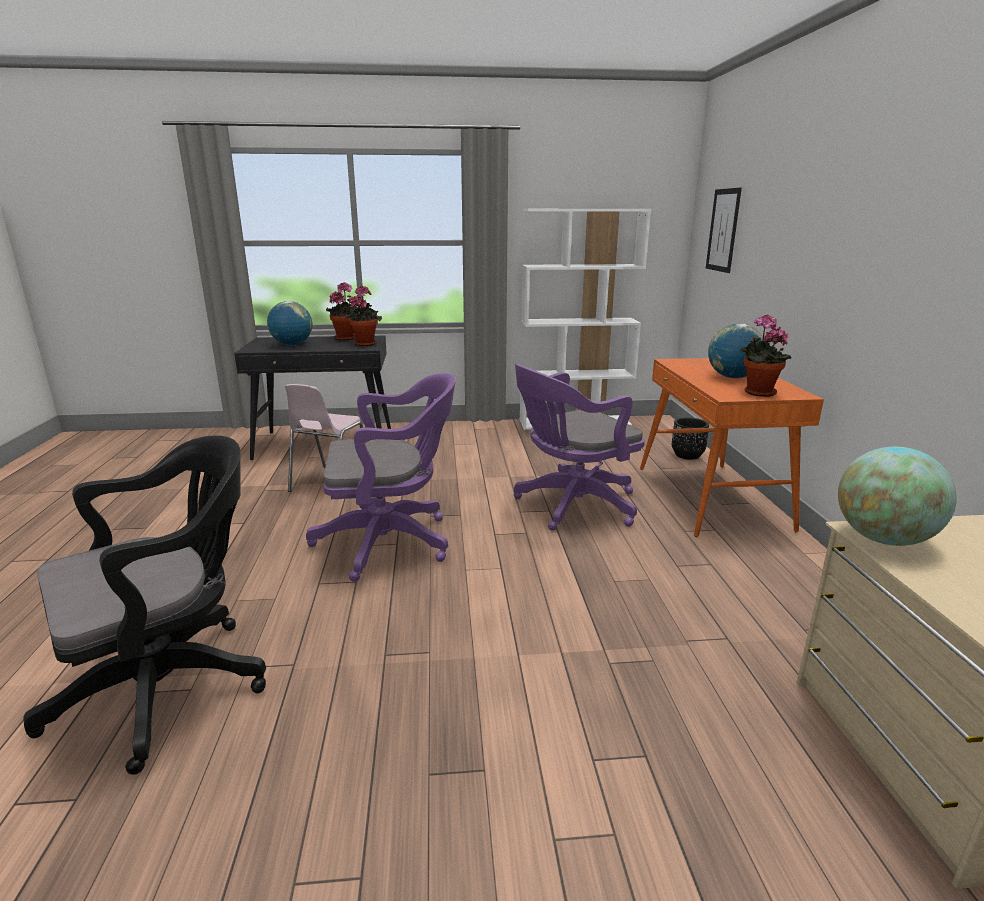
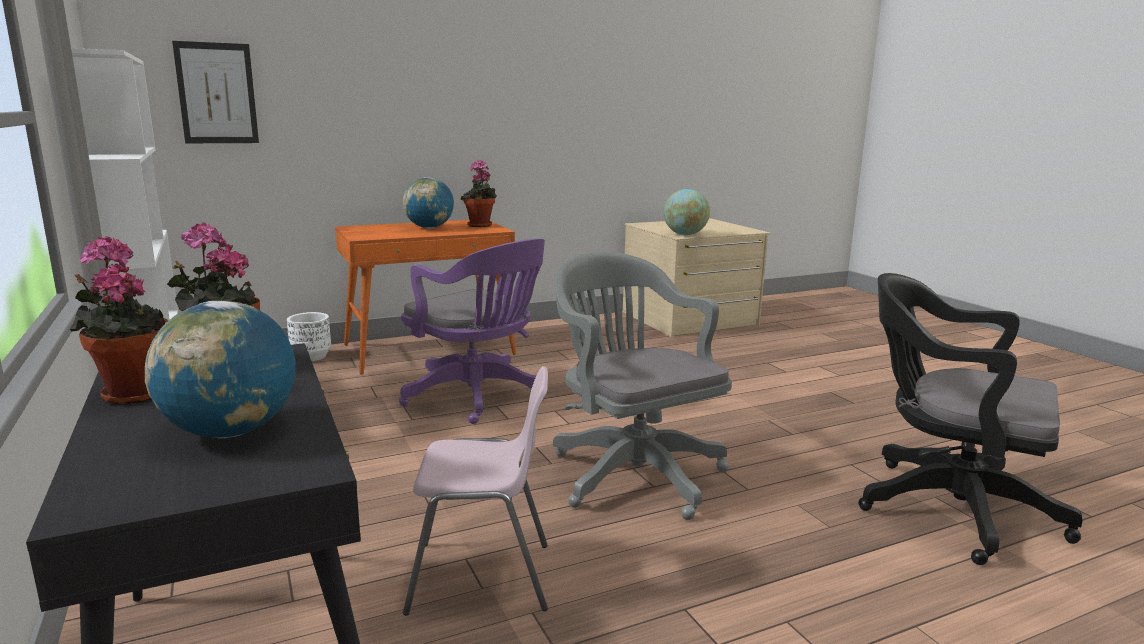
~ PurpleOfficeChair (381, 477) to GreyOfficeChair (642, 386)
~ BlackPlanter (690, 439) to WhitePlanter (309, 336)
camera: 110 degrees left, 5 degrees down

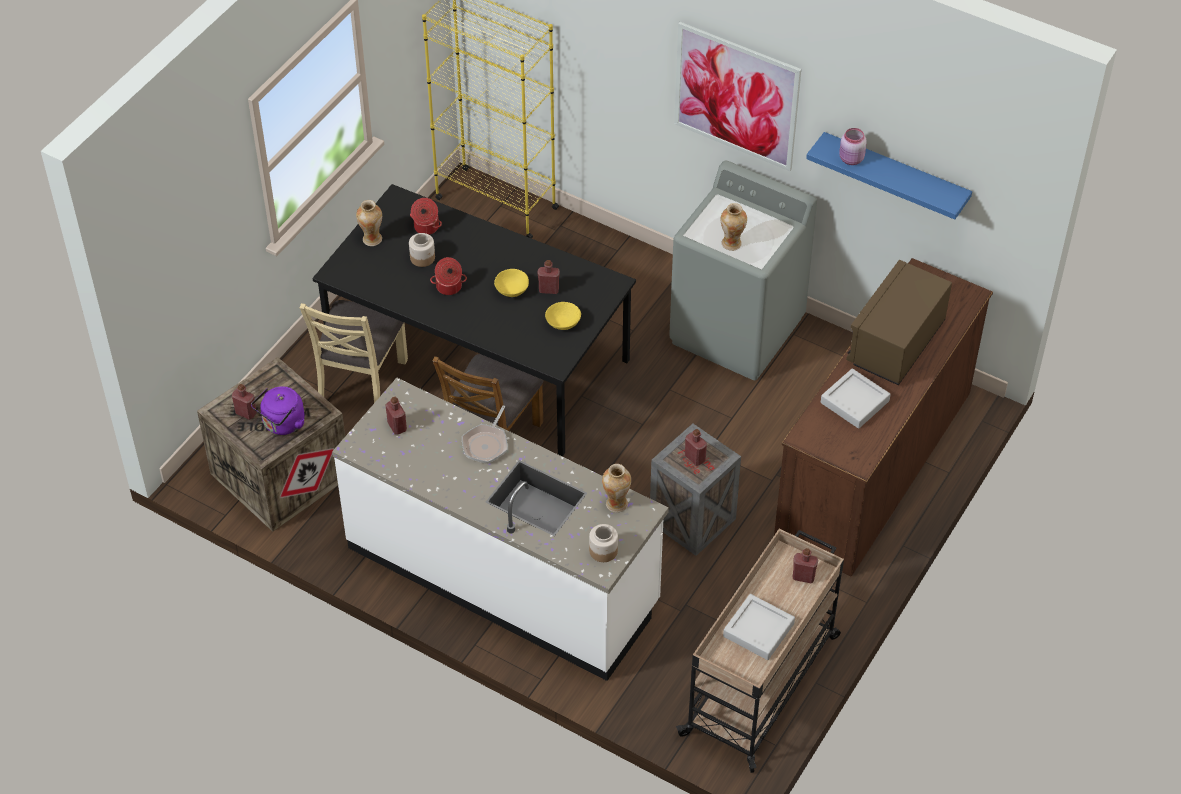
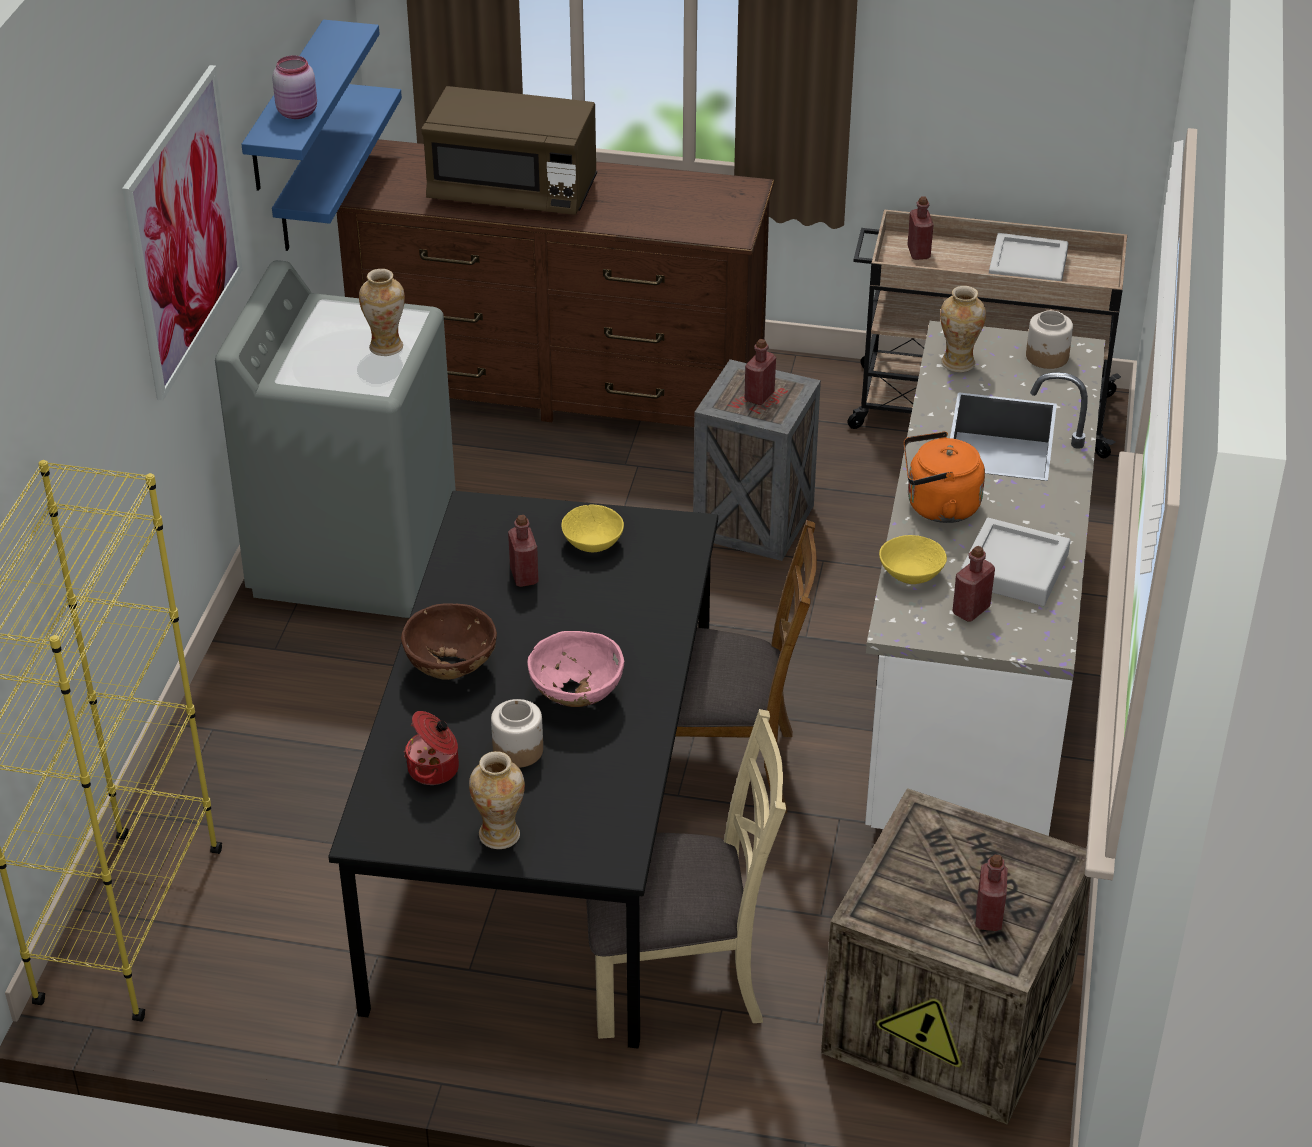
- PurpleKettle (278, 410)
~ CookingPot (448, 276) to PinkBowl (576, 669)
~ FryingPan (485, 434) to OrangeKettle (944, 477)
~ YellowBowl (511, 283) to (913, 559)
~ GreyTray (856, 398) to (1015, 562)
+ BlueShelf (337, 167)
+ BrownBowl (449, 641)
camera: 110 degrees left, 10 degrees down

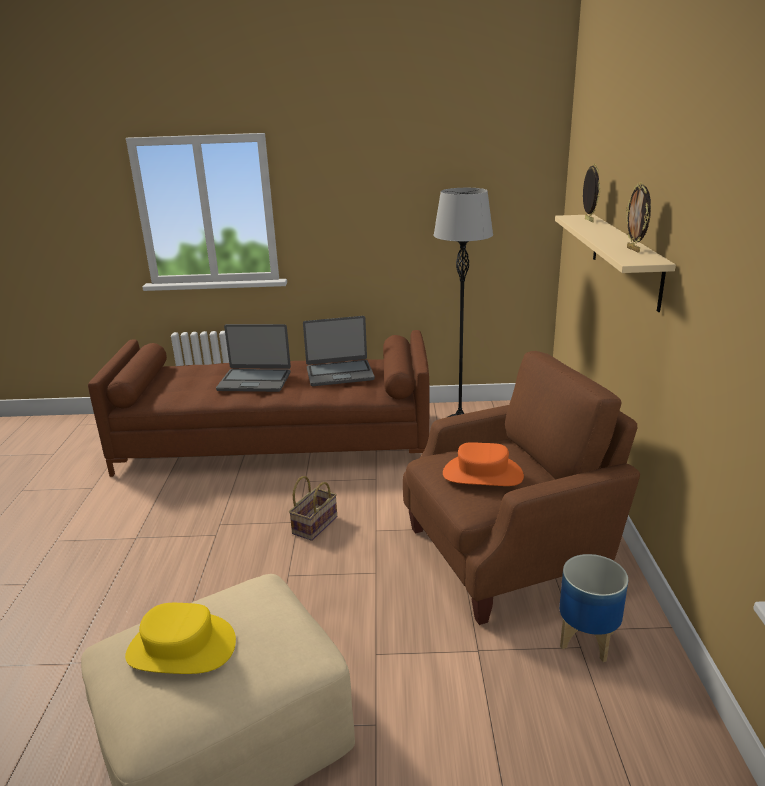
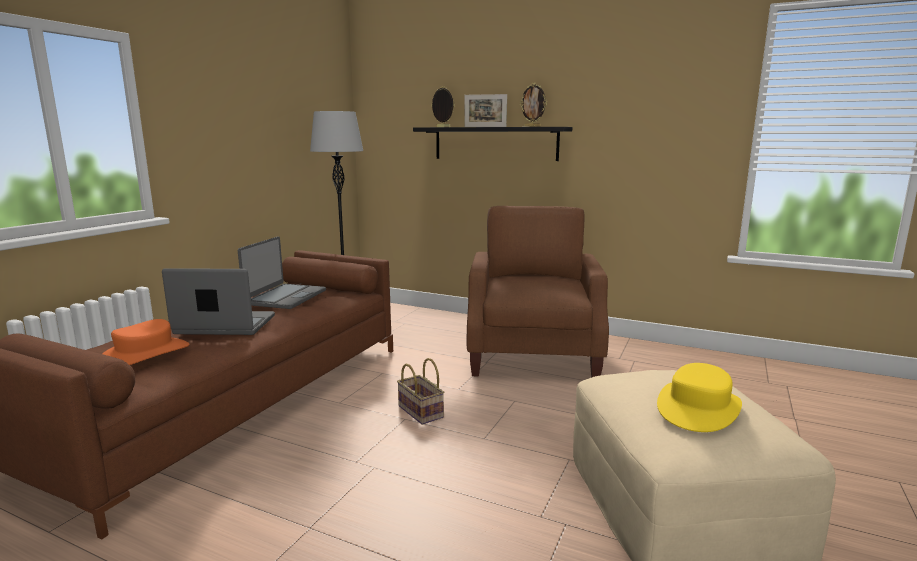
~ Laptop (253, 358) = (218, 301) 120 degrees counterclockwise
~ OrangeHat (483, 464) to (145, 342)
~ BeigeShelf (615, 263) to BlackShelf (493, 144)
- Planter (593, 608)
+ PictureFrame (485, 110)
camera: 65 degrees left, 10 degrees down

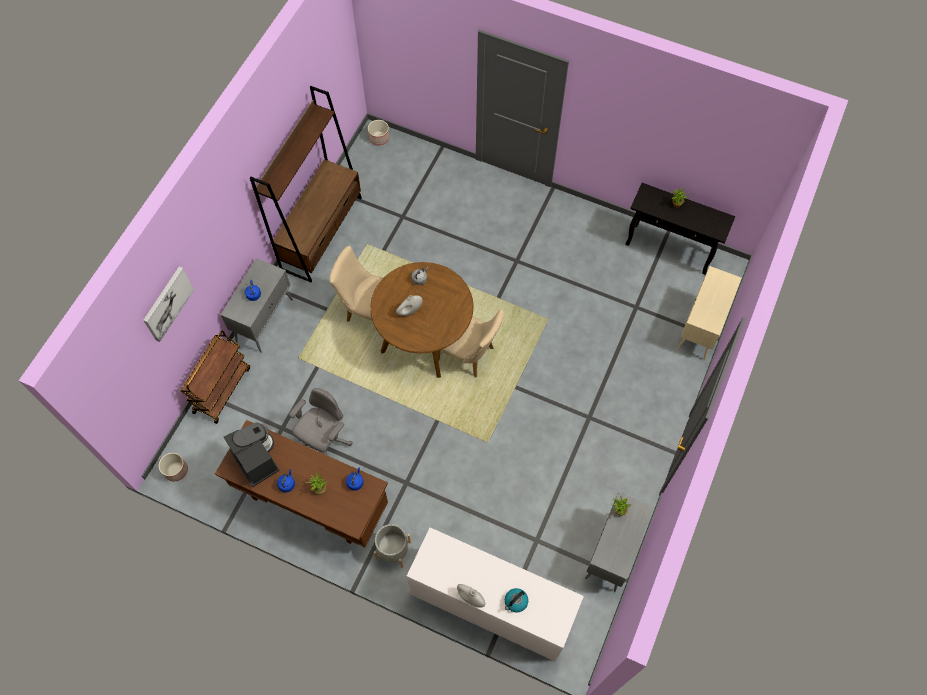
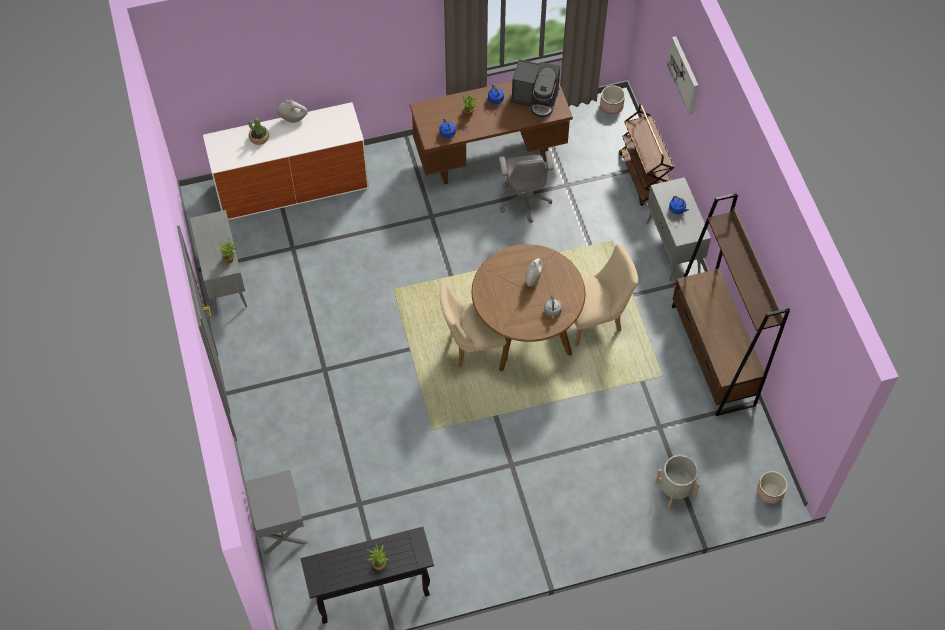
~ GreyPlanter (392, 546) to (677, 481)
~ Kettle (516, 600) to PottedPlant (258, 131)
~ BeigeCabinet (709, 313) to GreyNightstand (276, 512)
camera: 140 degrees right, 5 degrees down

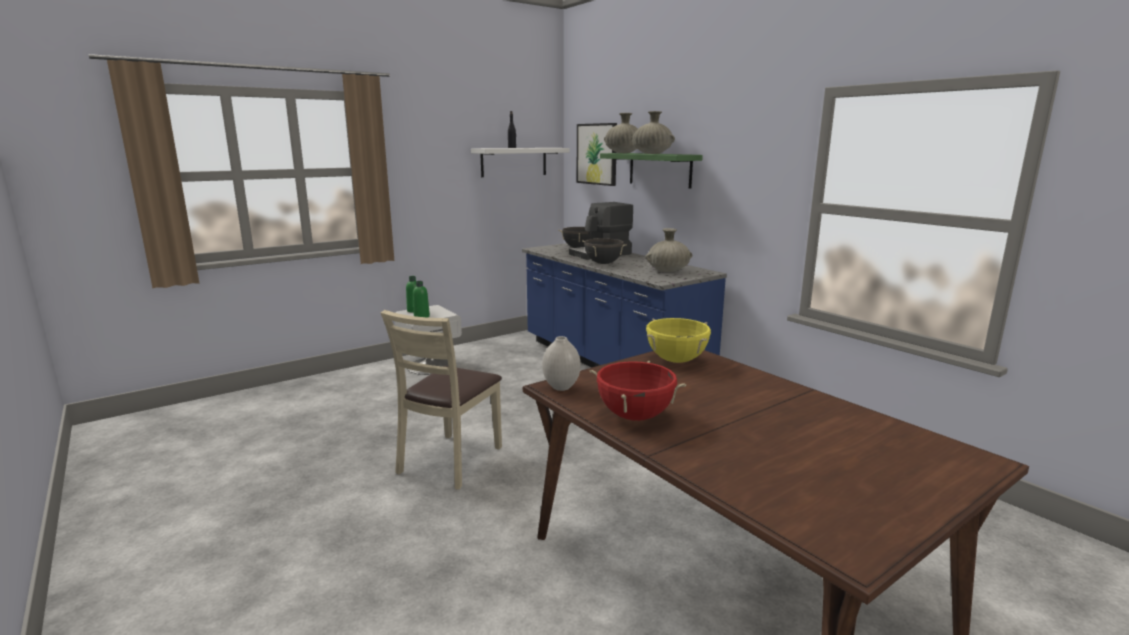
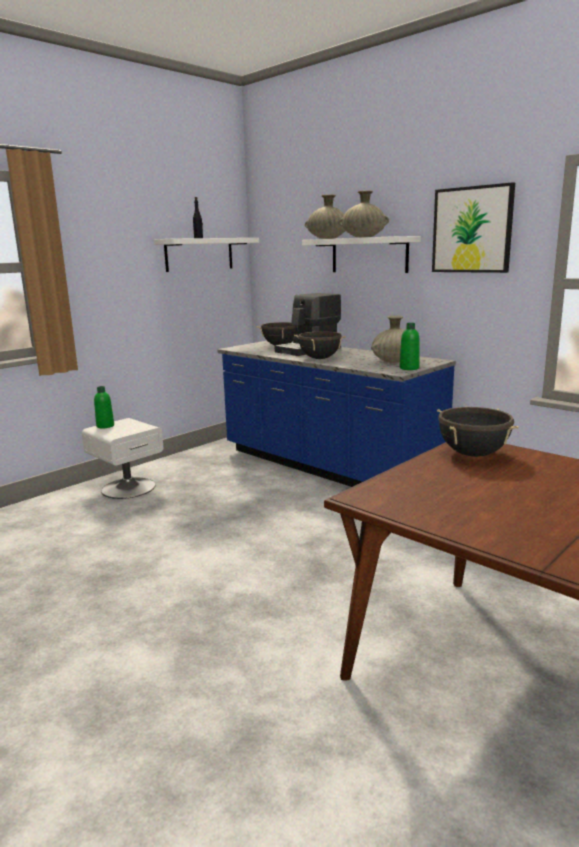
- BeigeChair (441, 400)
~ GreenBottle (421, 299) to (409, 346)
- WhiteVase (561, 363)
~ Picture (596, 154) to (473, 227)
- RedCookingPot (638, 391)
~ GreenShelf (651, 171) to WhiteShelf (361, 254)
~ YellowCookingPot (678, 340) to BlackCookingPot (478, 432)
camera: 10 degrees left, 0 degrees up

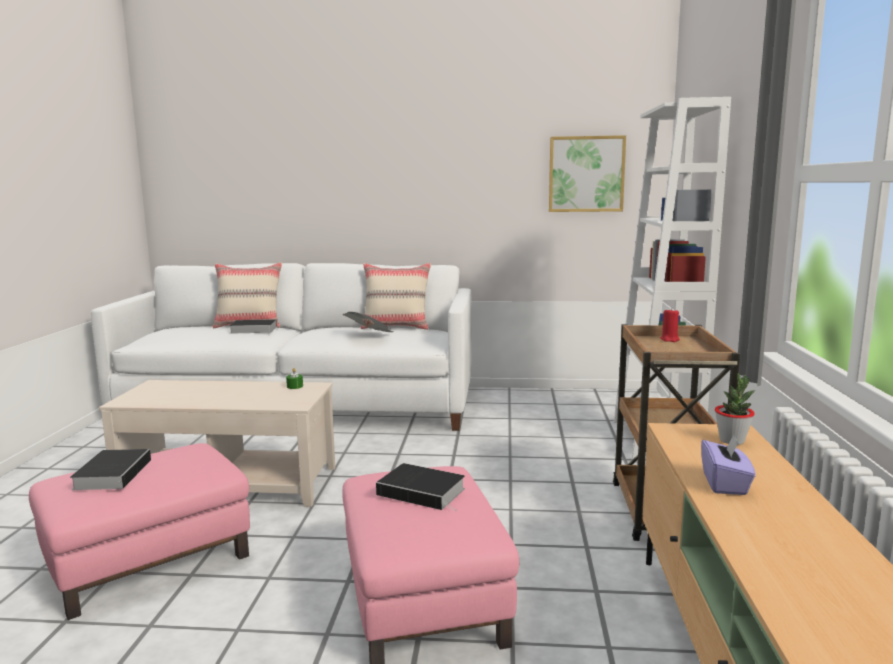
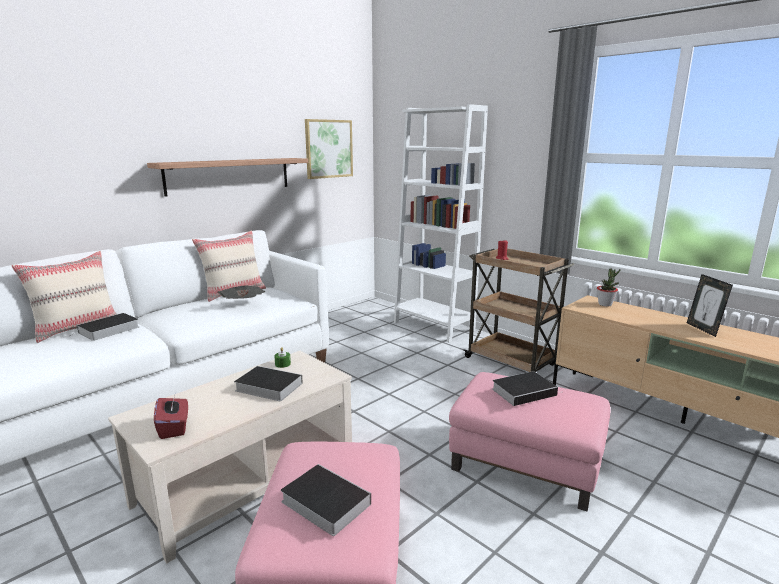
- PurpleTissueBox (728, 465)
+ Shelf (227, 177)
+ RedTissueBox (171, 417)
+ Book (268, 383)
+ PictureFrame (710, 305)
camera: 50 degrees left, 5 degrees up

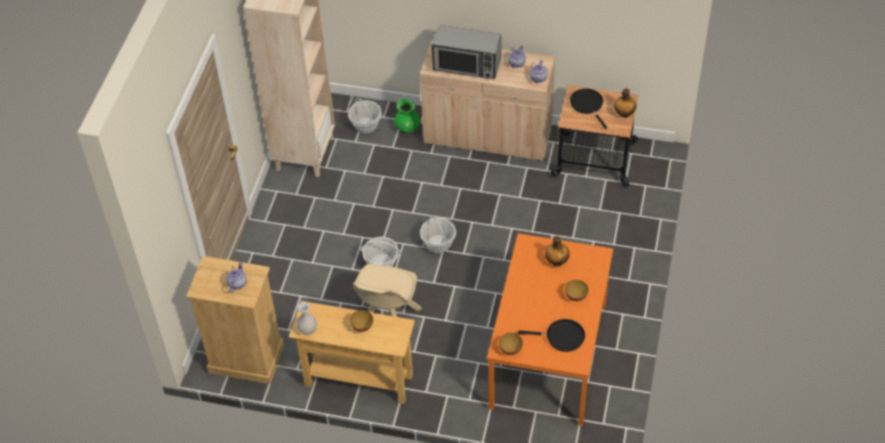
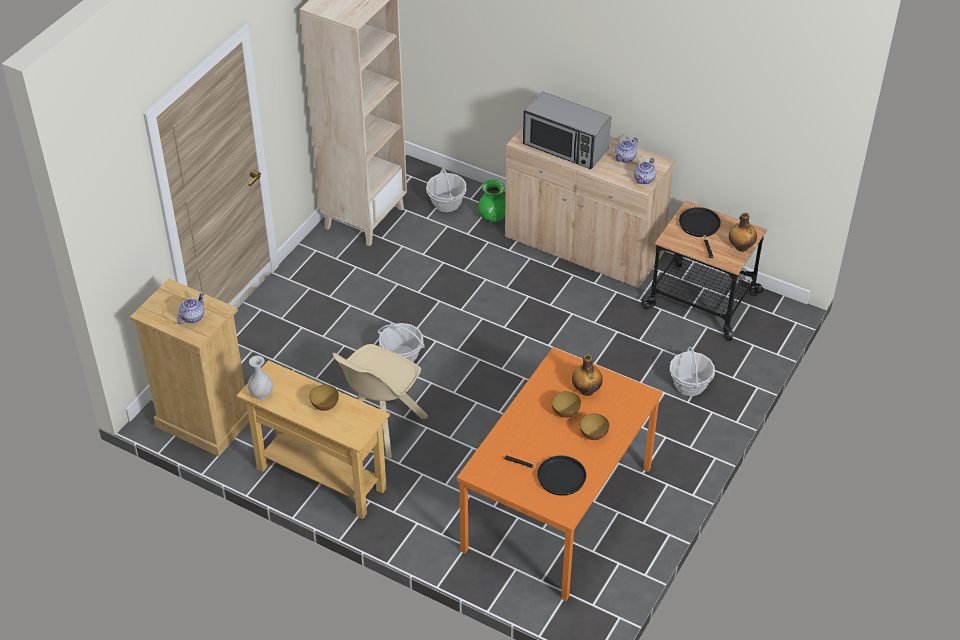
~ Basket (438, 234) to (692, 371)
~ Bowl (511, 344) to (566, 404)
camera: 15 degrees right, 5 degrees down

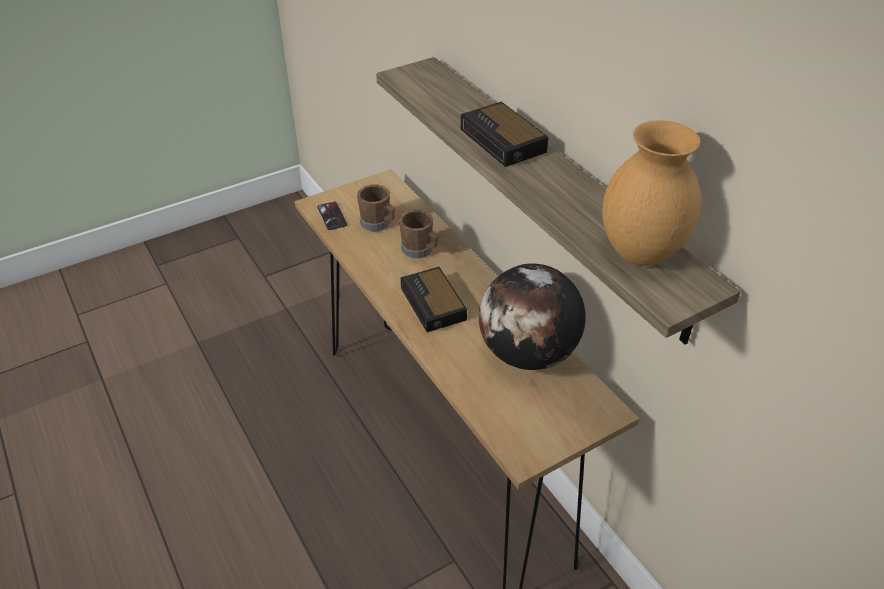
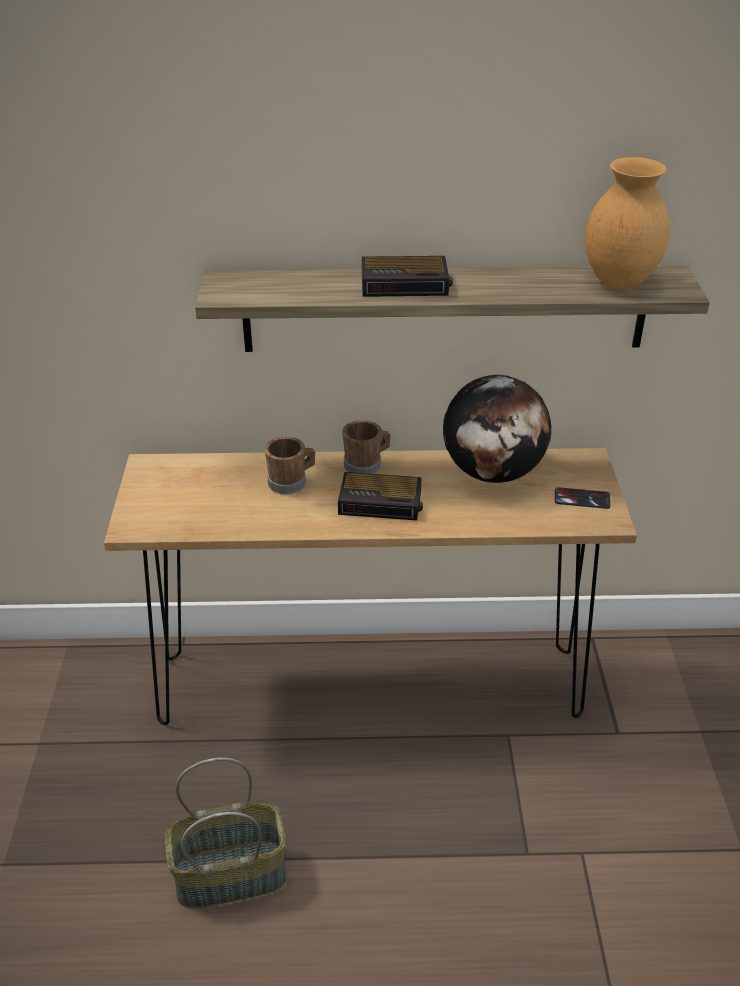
~ Phone (332, 216) to (582, 498)
~ BrownMug (376, 208) to (366, 447)
+ Basket (226, 833)
camera: 60 degrees left, 5 degrees down

